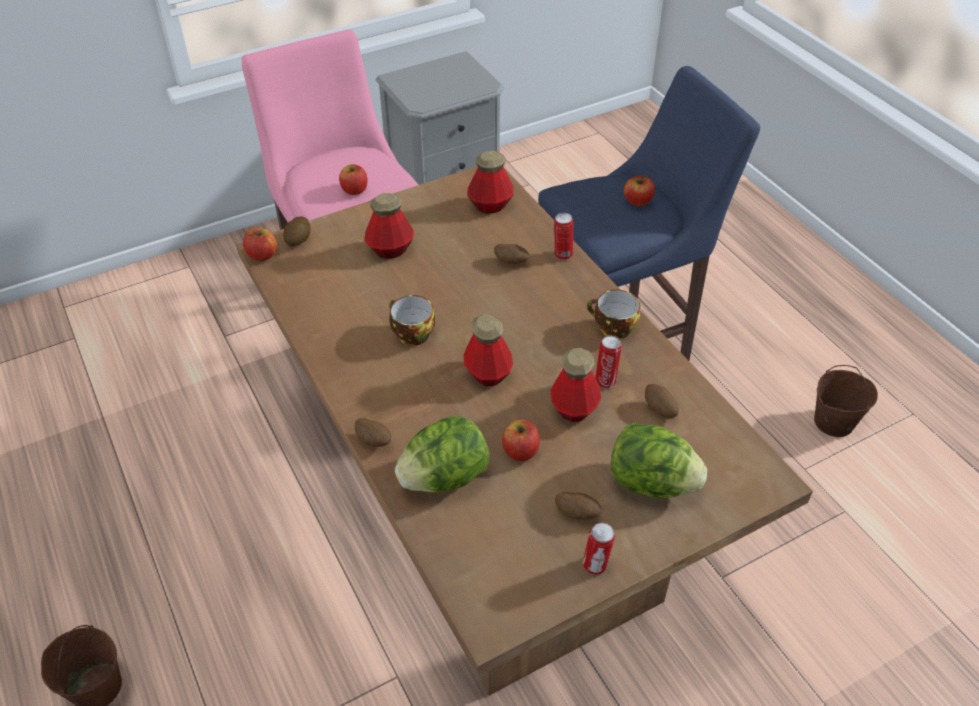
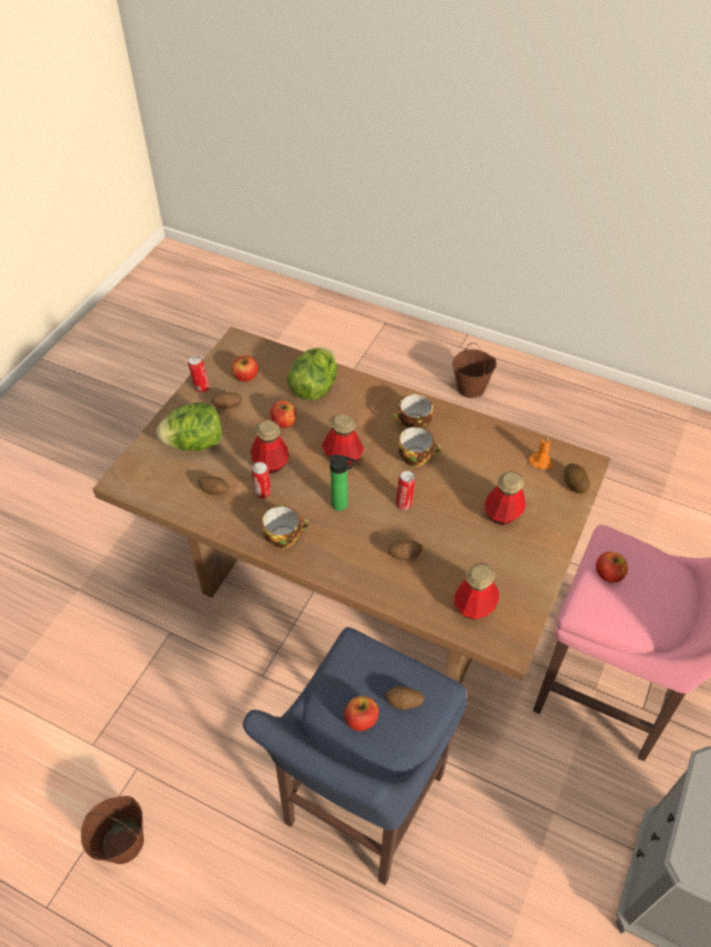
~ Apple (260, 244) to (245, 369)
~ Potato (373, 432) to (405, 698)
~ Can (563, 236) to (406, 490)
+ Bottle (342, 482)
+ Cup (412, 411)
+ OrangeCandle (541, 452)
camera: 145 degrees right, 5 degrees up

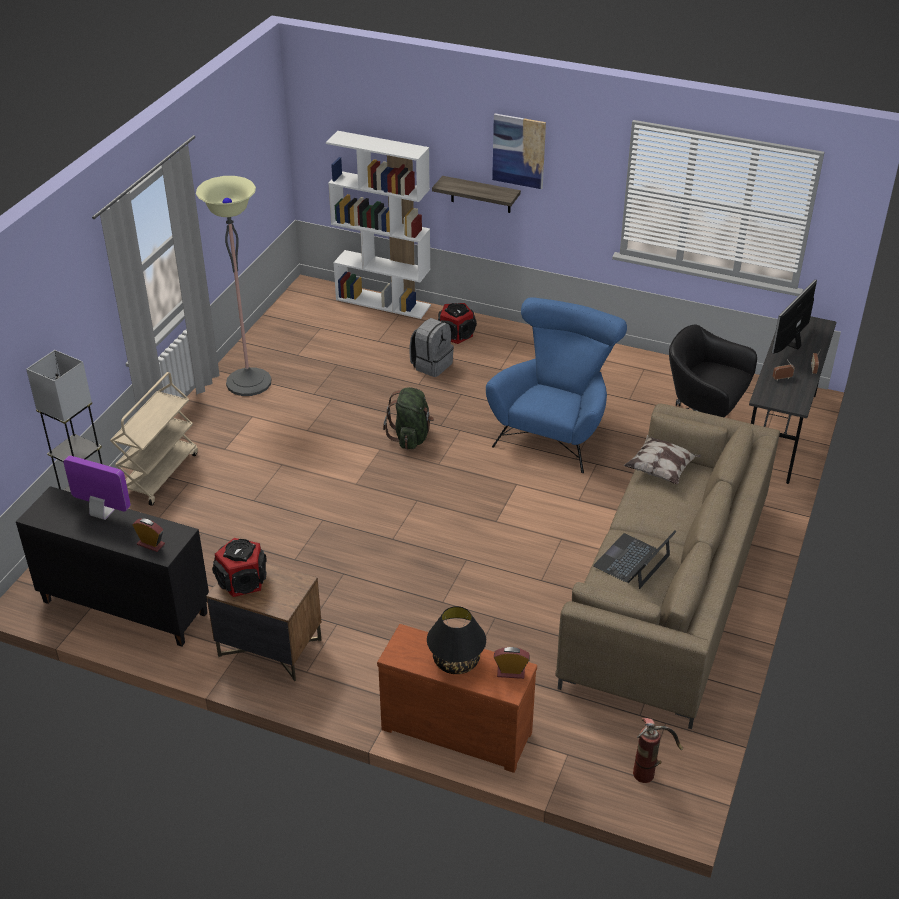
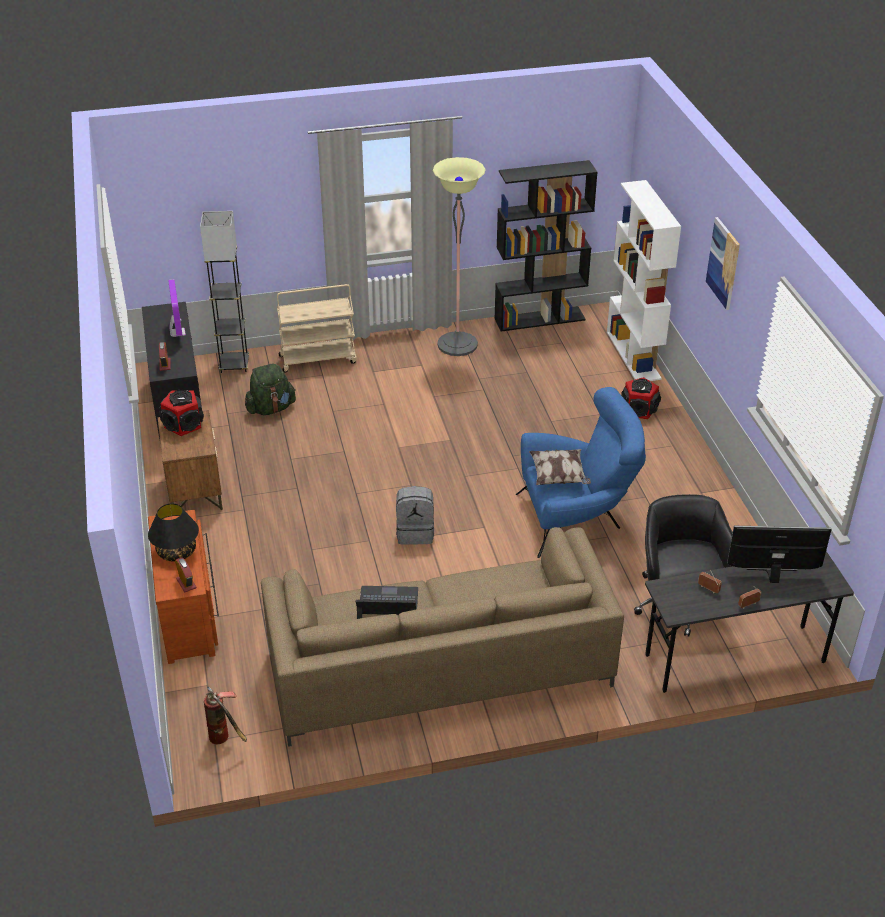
~ GreenBackpack (408, 418) to (270, 389)
~ GreyBackpack (432, 347) to (415, 515)
- Shelf (476, 194)
~ Pillow (662, 460) to (560, 467)
+ BlackBookcase (546, 246)
camera: 55 degrees right, 0 degrees up

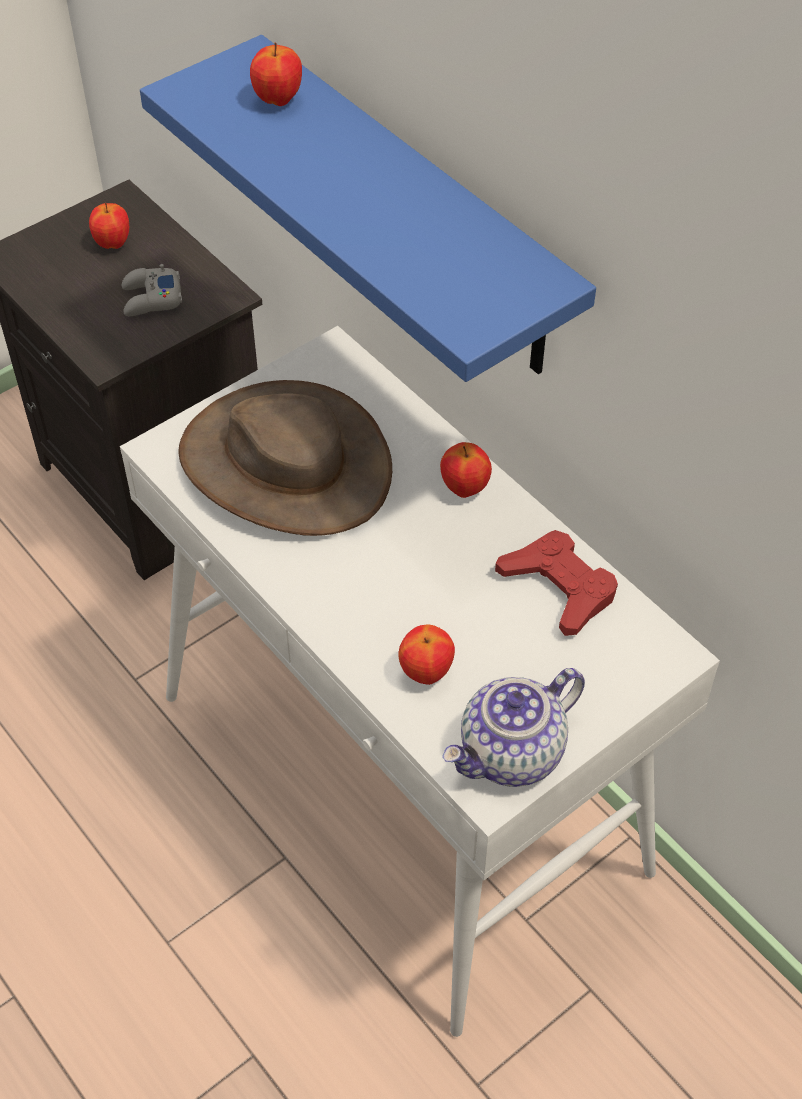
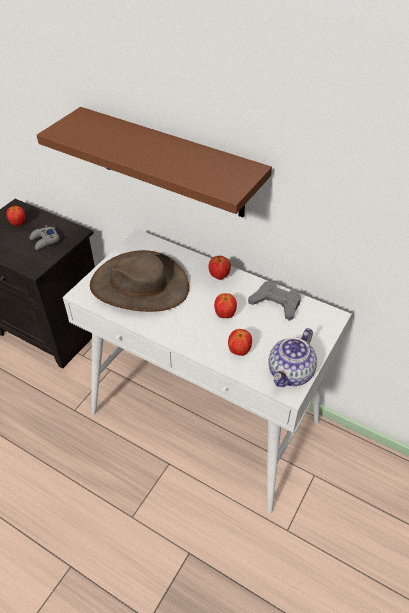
~ BlueShelf (368, 208) to BrownShelf (154, 162)
~ Apple (276, 74) to (225, 305)
~ RedGameController (556, 583) to GreyGameController (274, 301)
camera: 20 degrees left, 5 degrees down

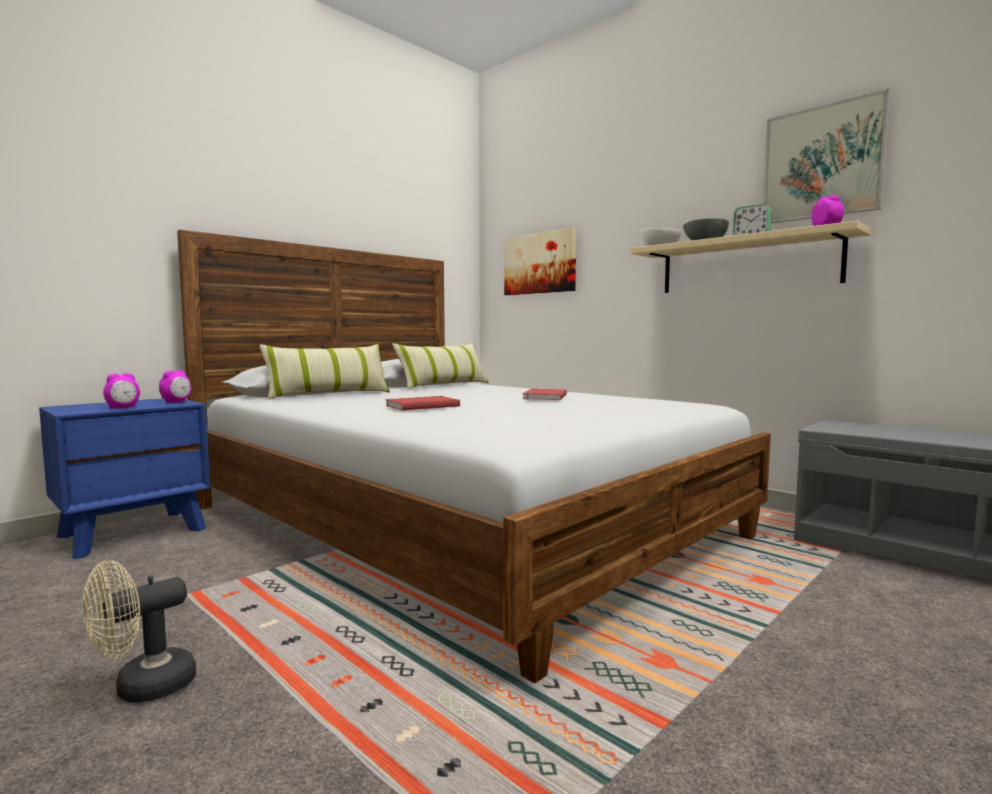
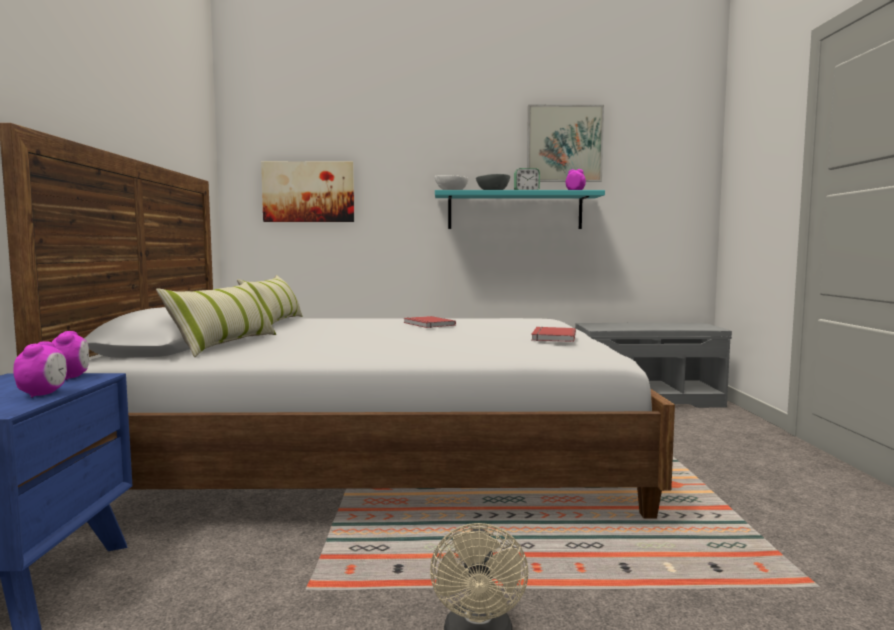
~ RedBook (422, 403) to (553, 334)
~ BeigeShelf (751, 257) to TurquoiseShelf (520, 209)
camera: 45 degrees left, 0 degrees up

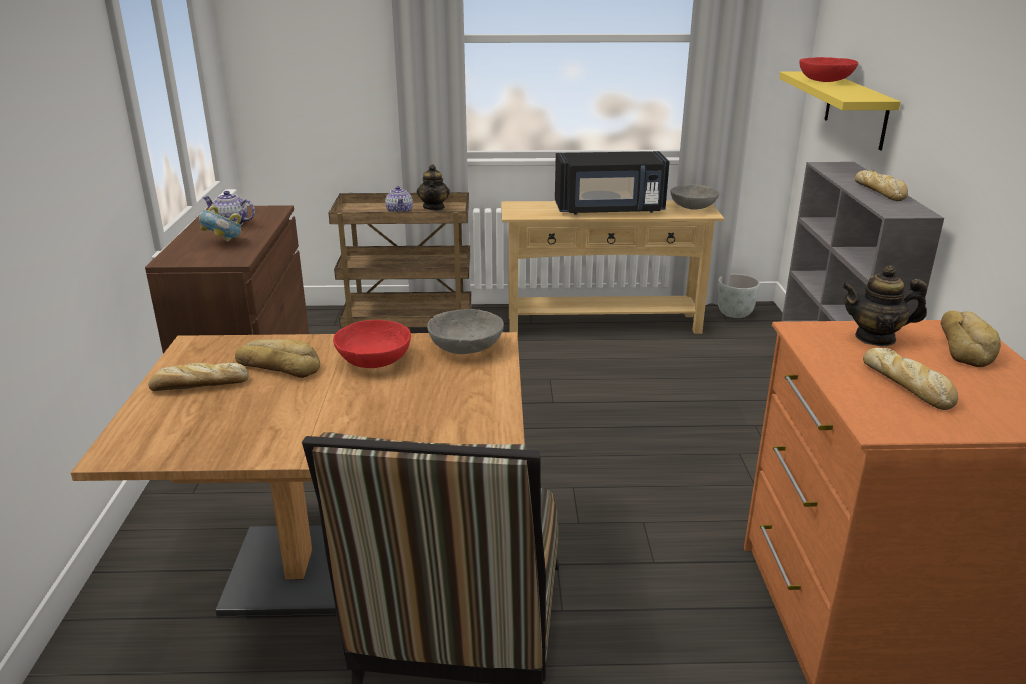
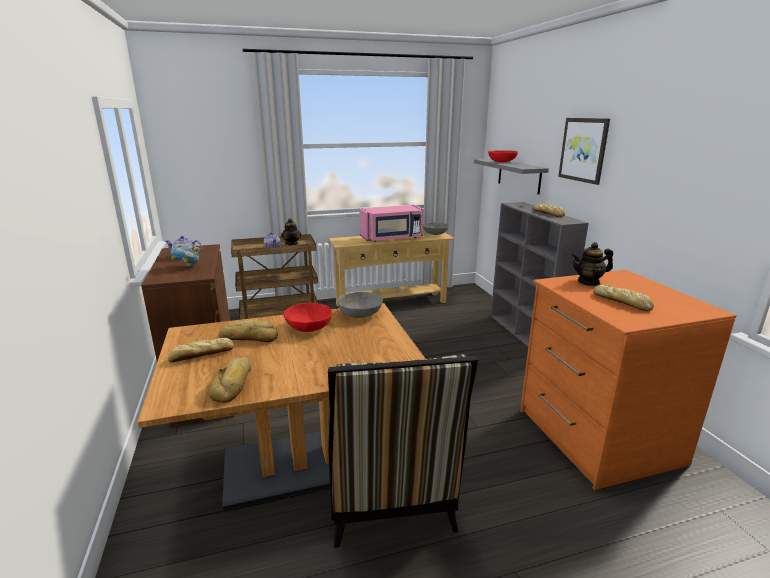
~ BlackMicrowave (612, 183) to PinkMicrowave (391, 223)
- GreyPlanter (739, 296)
~ YellowShelf (840, 111) to GreyShelf (511, 177)
~ Bread (971, 339) to (229, 380)
+ Picture (584, 151)
camera: 15 degrees left, 5 degrees down

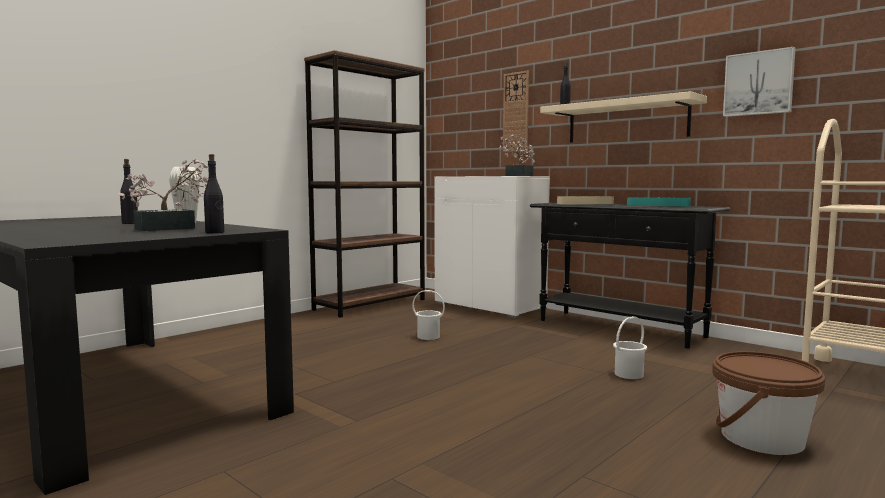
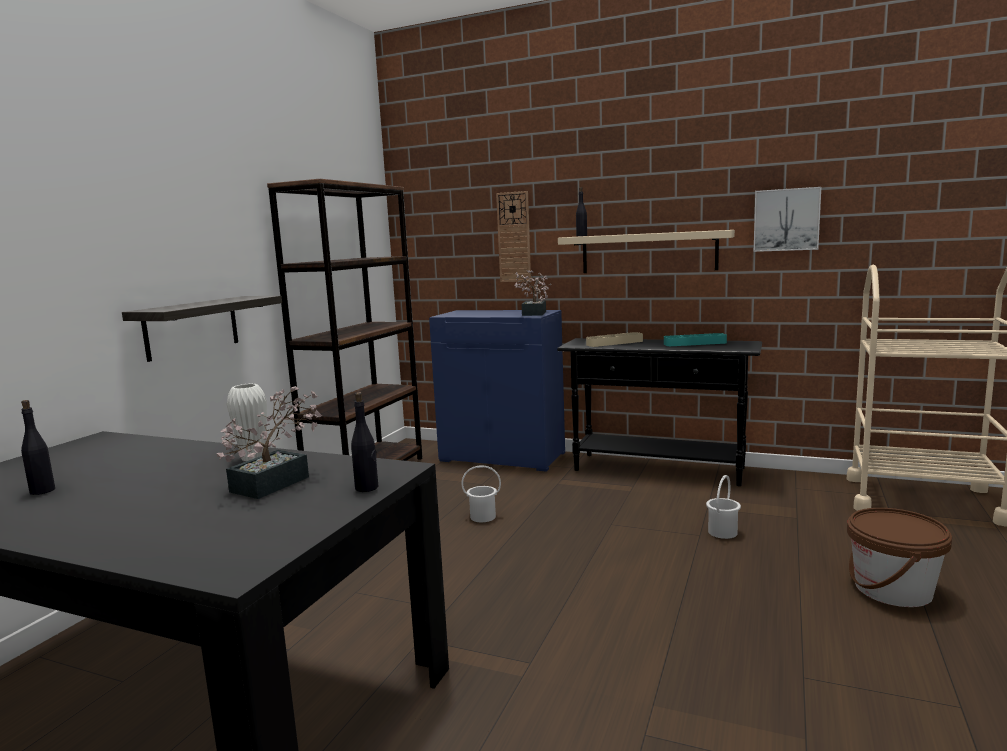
~ BlackBottle (129, 191) to (38, 447)
~ WhiteCabinet (492, 247) to BlueCabinet (497, 391)
+ Shelf (202, 329)
camera: 20 degrees left, 5 degrees up

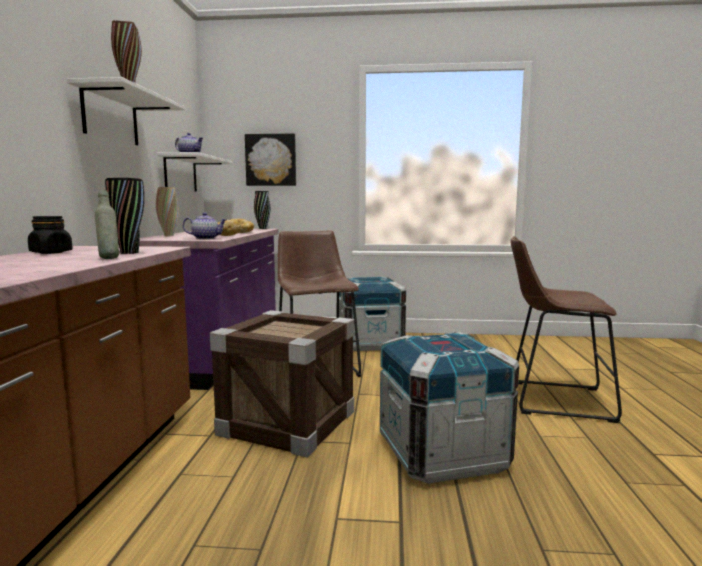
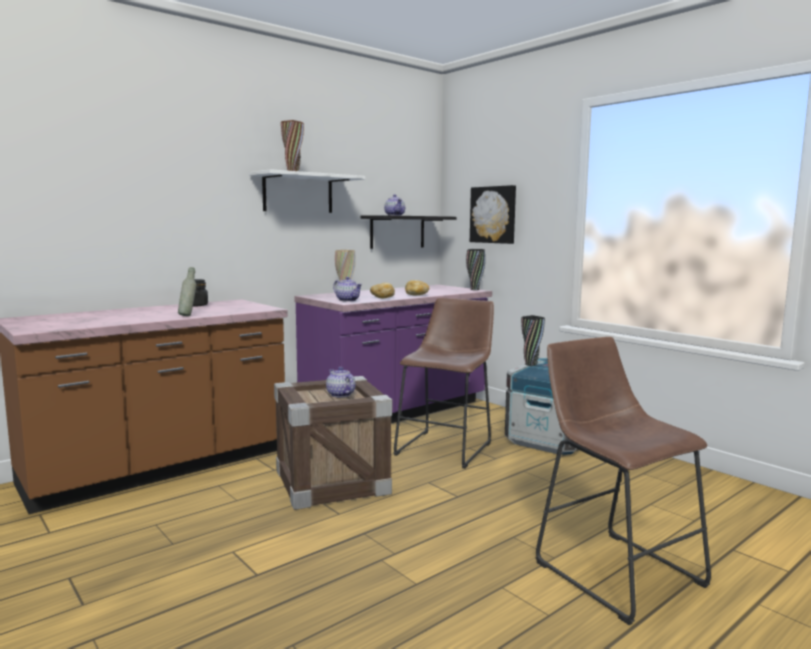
~ BlackVase (124, 216) to (533, 340)
~ WhiteShelf (195, 171) to BlackShelf (408, 232)
- Crate (449, 408)
+ Teapot (341, 382)
camera: 45 degrees right, 0 degrees up

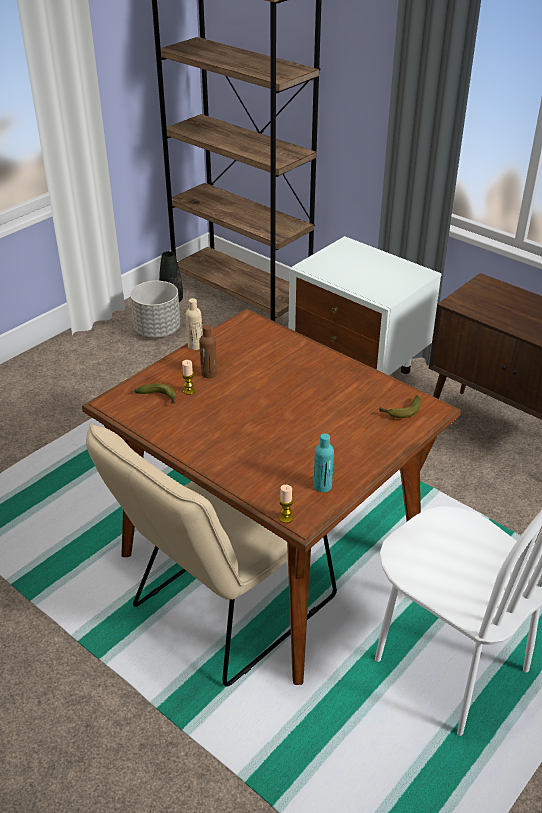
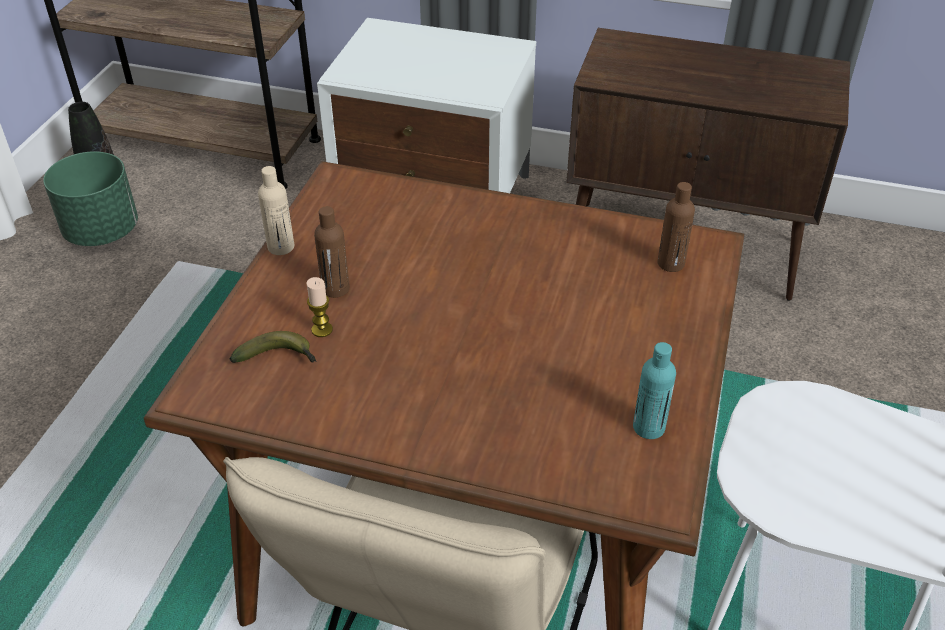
~ GreyPlanter (155, 309) to GreenPlanter (90, 198)
- Candle (286, 504)
~ Banana (400, 406) to BrownBottle (676, 227)
camera: 25 degrees left, 5 degrees up

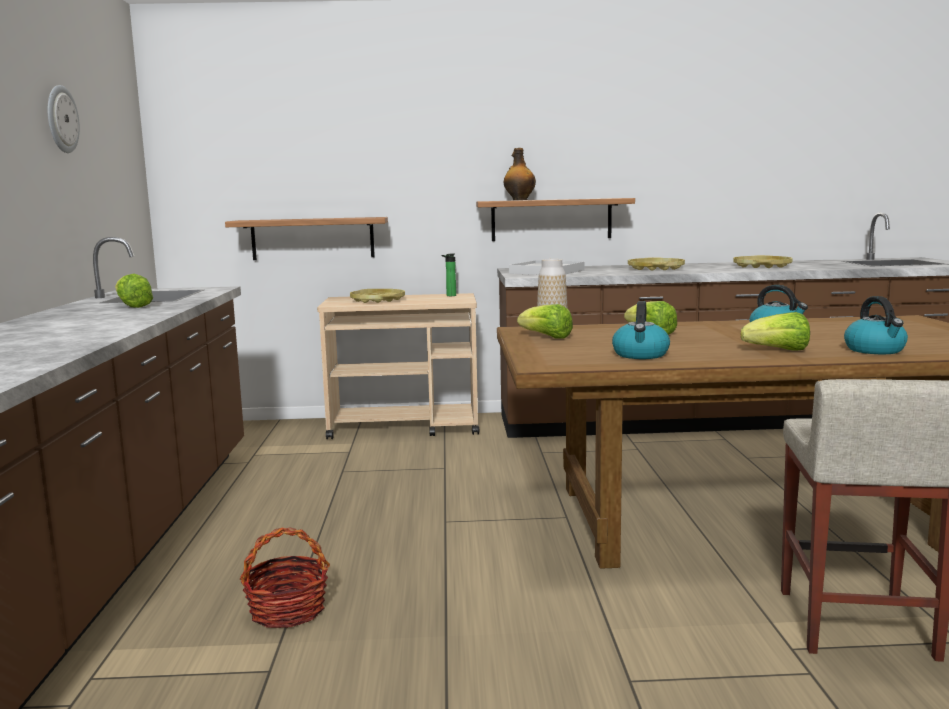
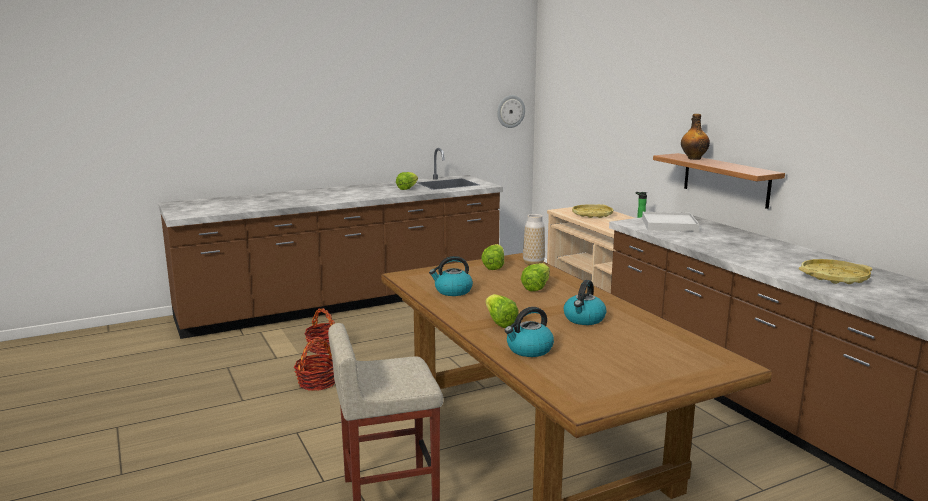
~ WallClock (63, 119) to (511, 111)
- Shelf (306, 238)
- YellowTray (656, 264)
+ Basket (314, 364)
camera: 65 degrees right, 5 degrees up

